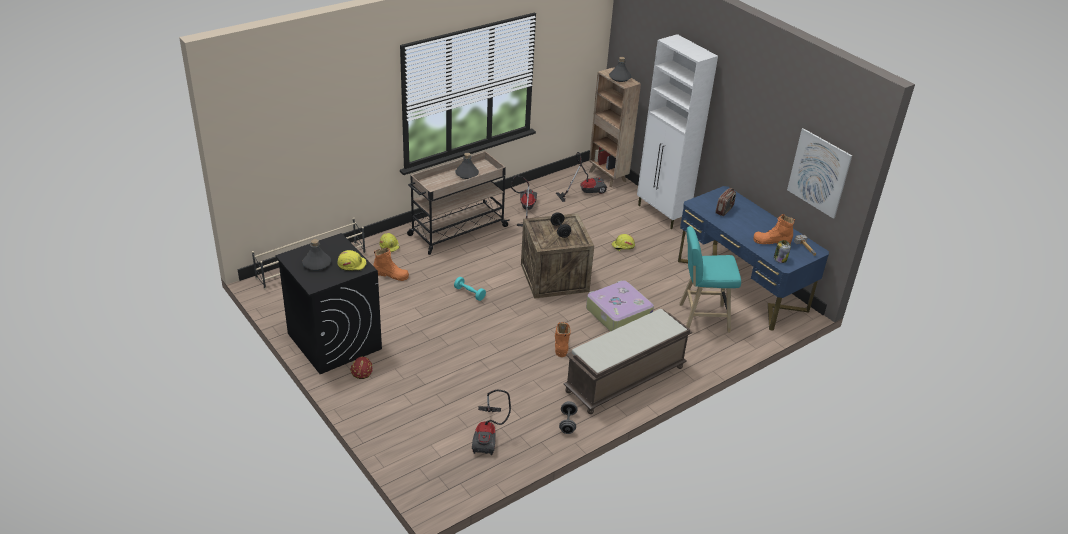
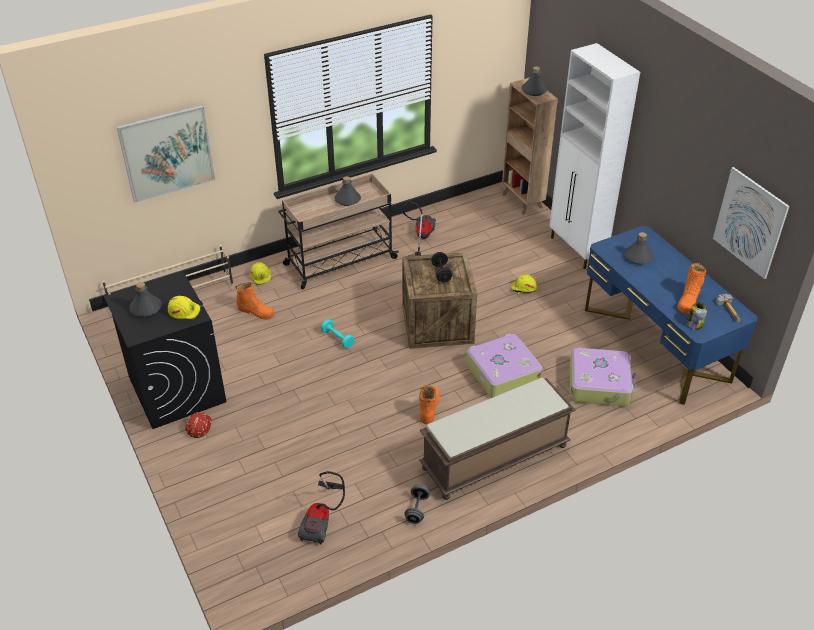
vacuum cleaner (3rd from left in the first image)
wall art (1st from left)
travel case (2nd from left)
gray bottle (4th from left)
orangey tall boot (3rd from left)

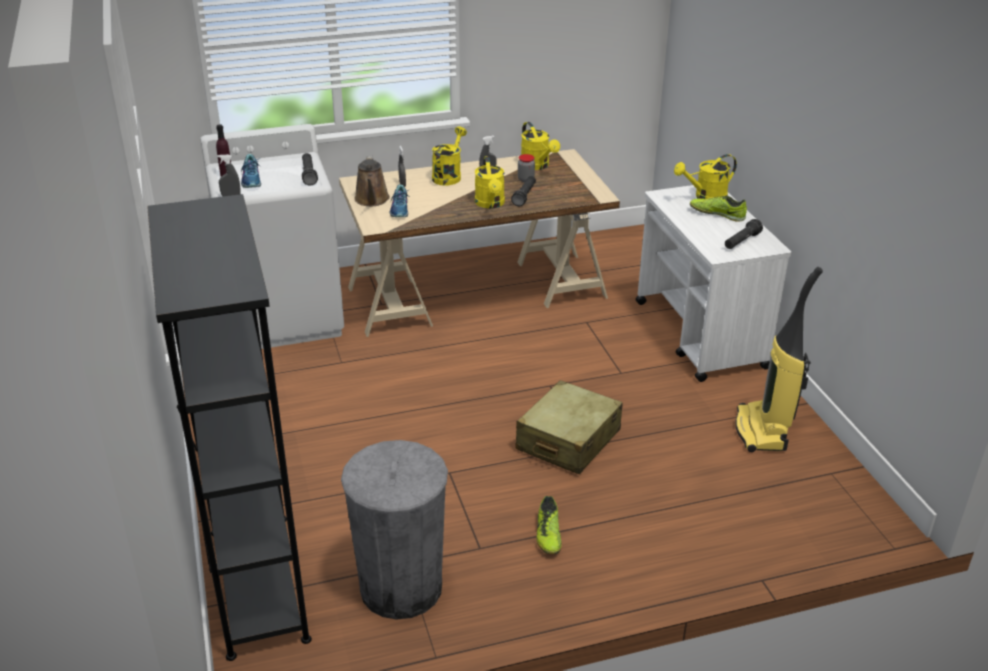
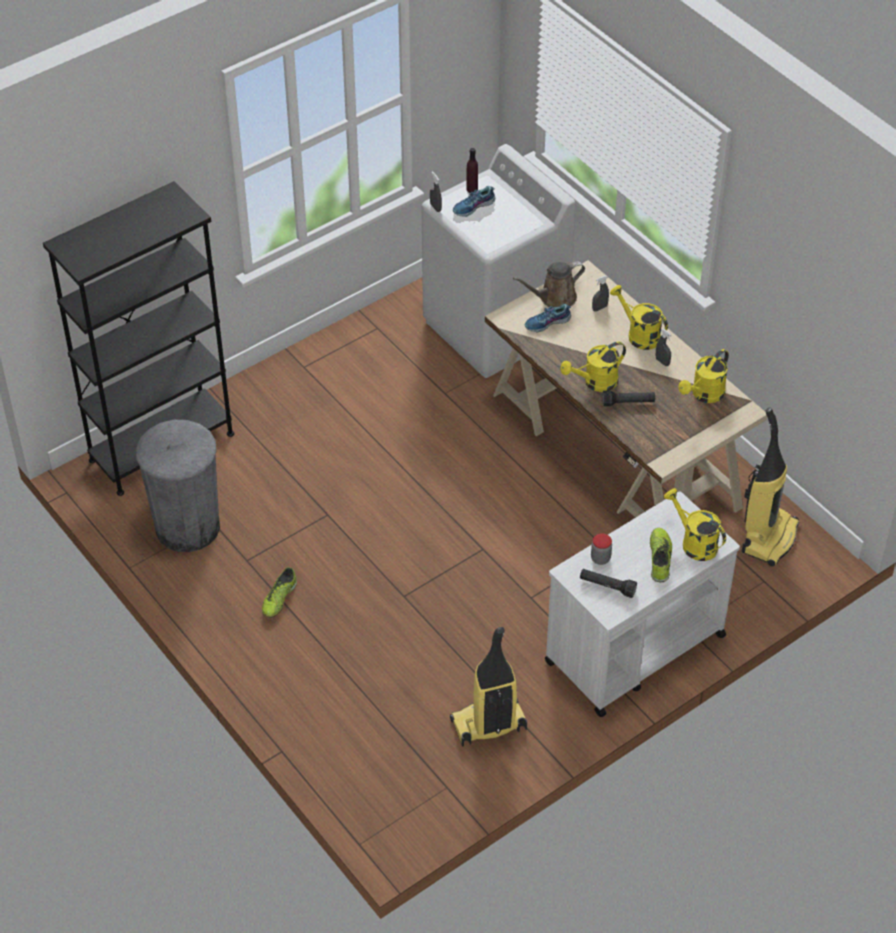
black-coloured hand torch (1st from left in the first image)
sand-coloured travel case
vacuum cleaner (2nd from left)
preserve jar
yellow sprinkling can (2nd from left)
low shoe (1st from left)

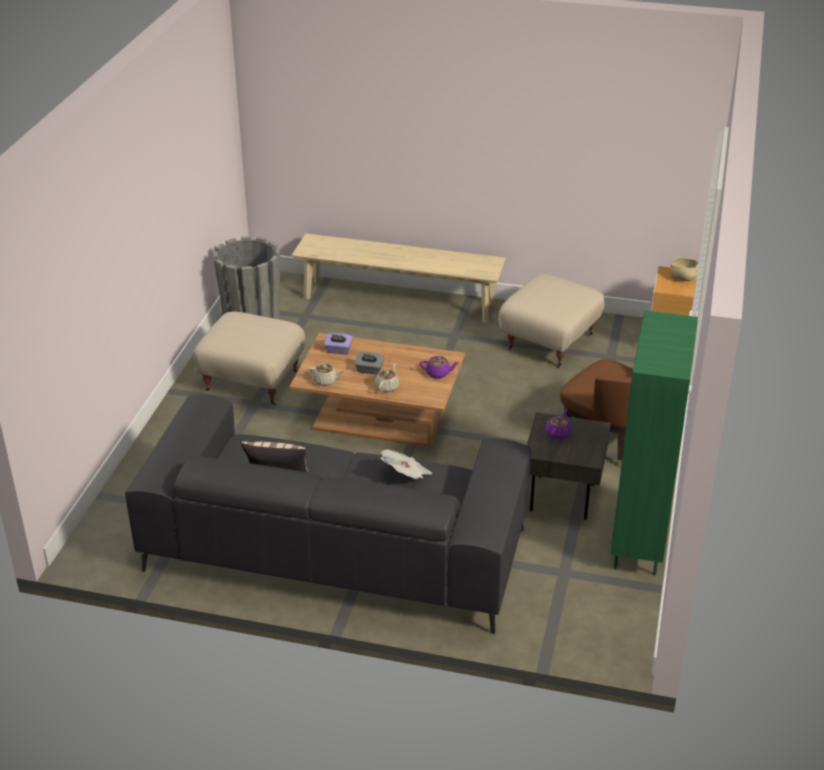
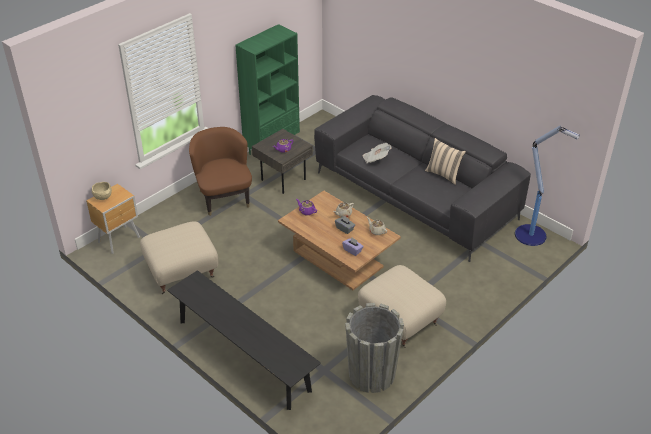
standing lamp
black-coloured bench

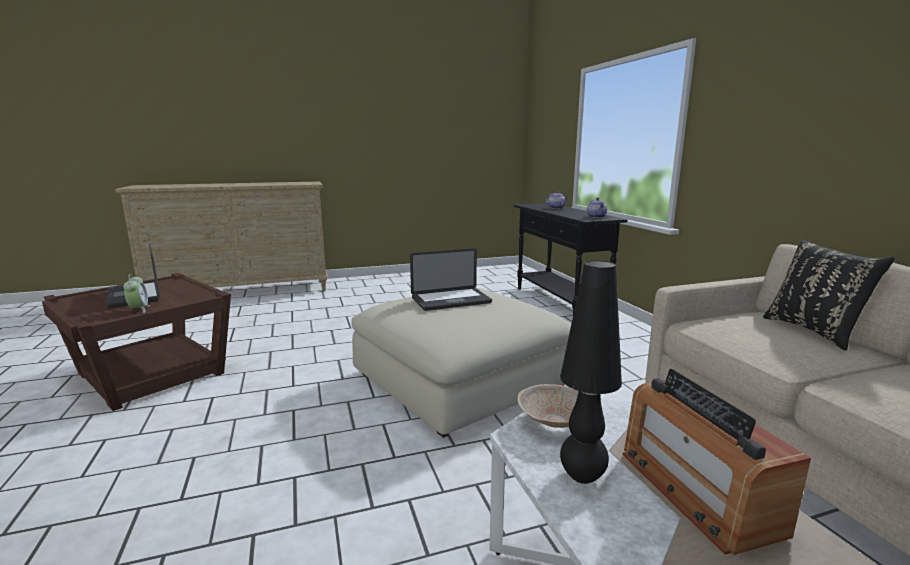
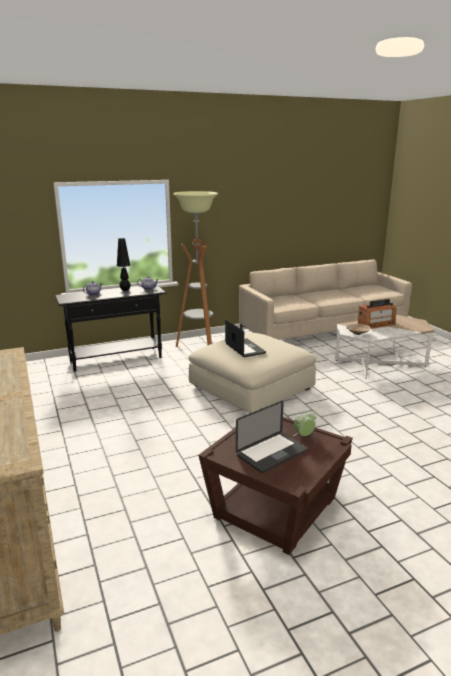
black-coloured throw pillow
standing lamp
black-coloured lamp for a table

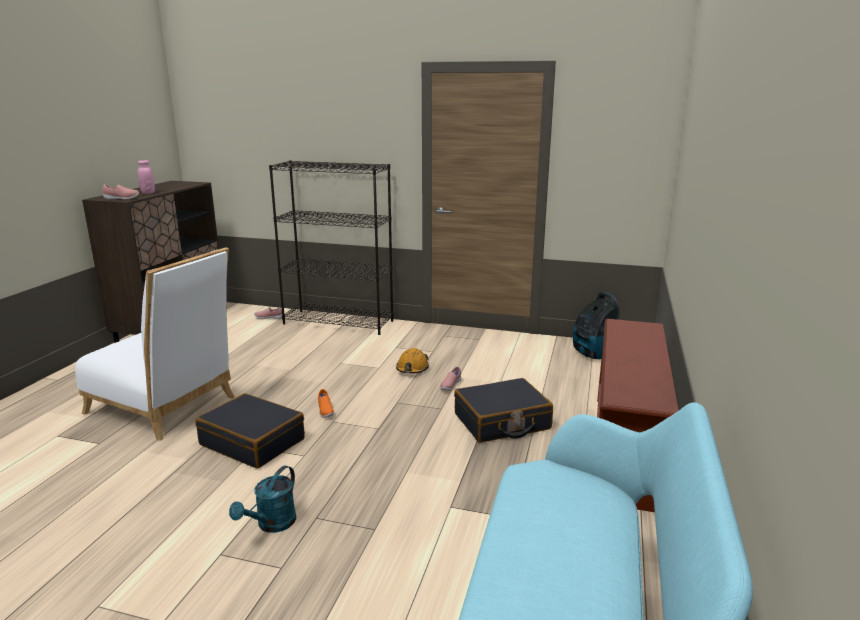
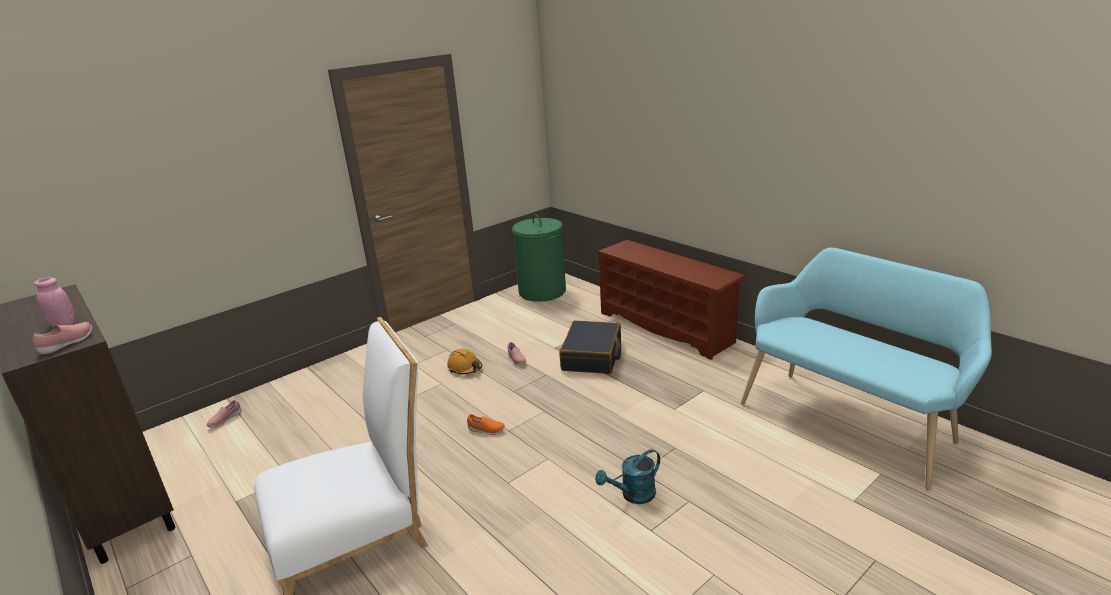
black-coloured travel case (1st from left in the first image)
black-coloured shelving unit
green-coloured hamper
turquoise-coloured sprinkling can

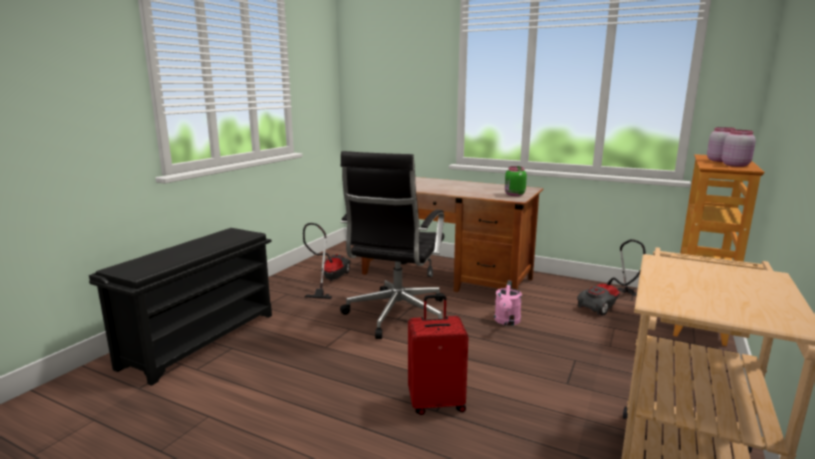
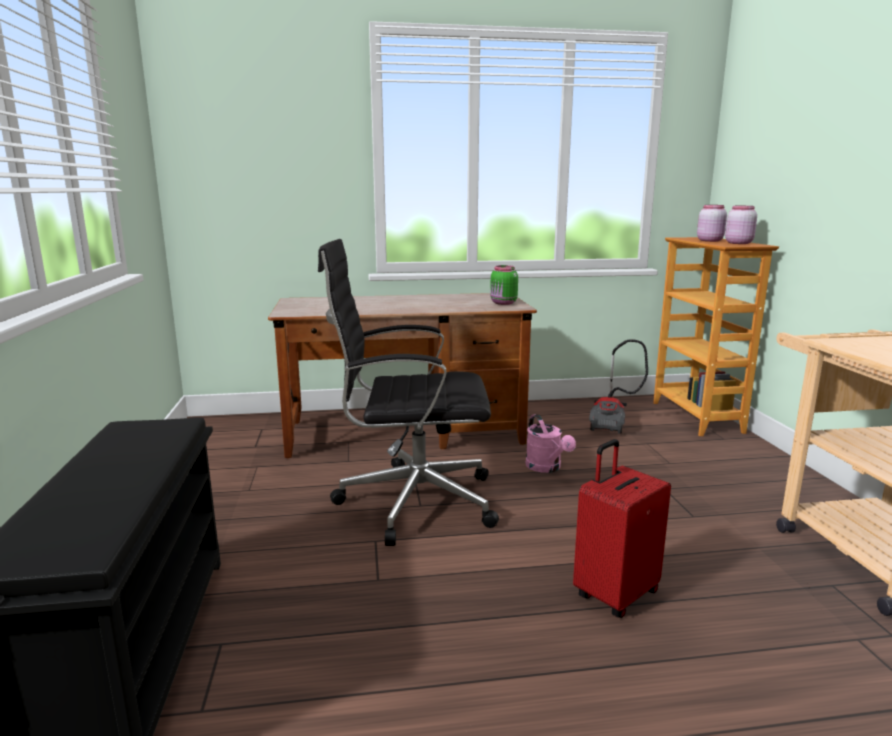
vacuum cleaner (1st from left in the first image)
black-coloured computer chair

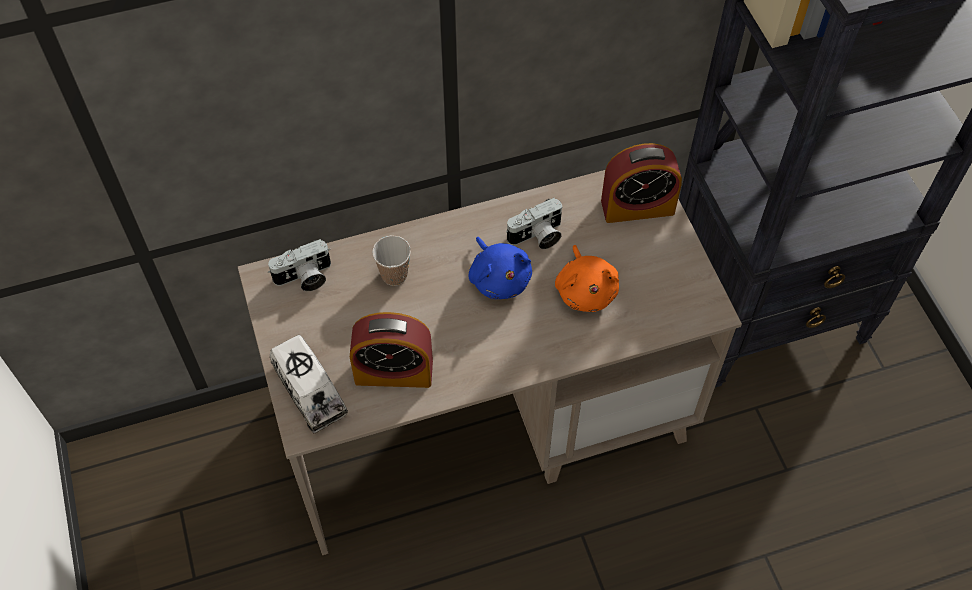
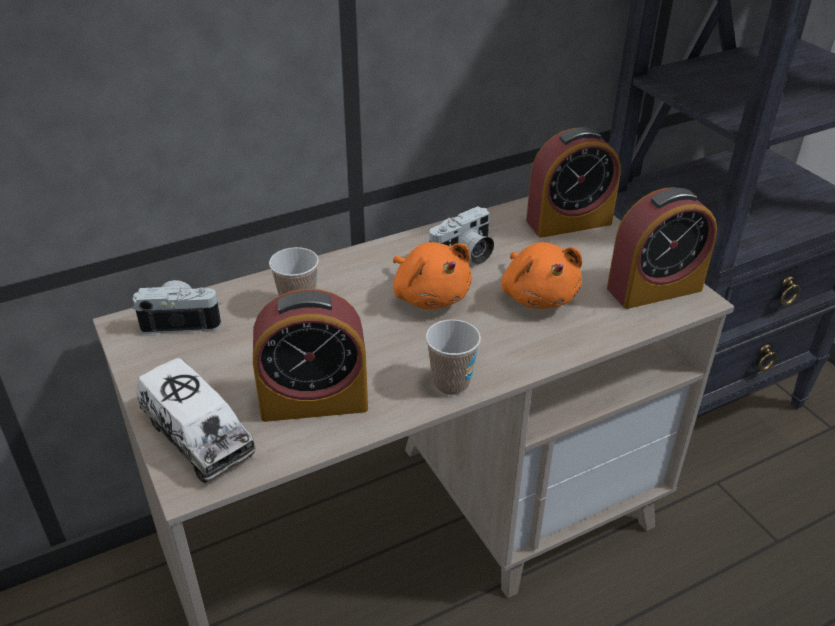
drinking cup (2nd from left)
bedside clock (3rd from left)
orangey soft toy (1st from left)
still camera (1st from left)

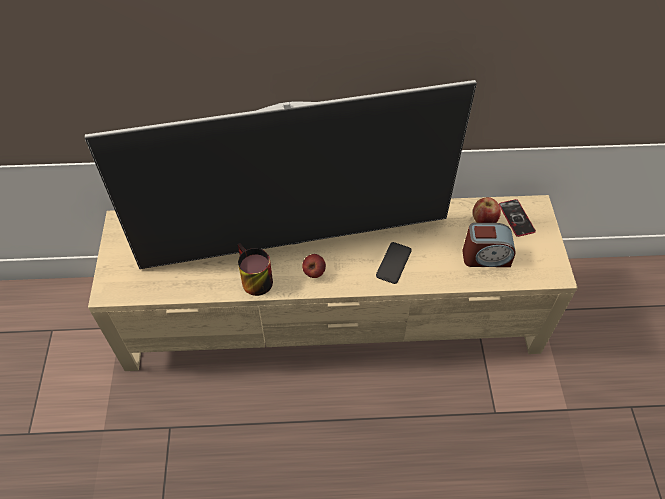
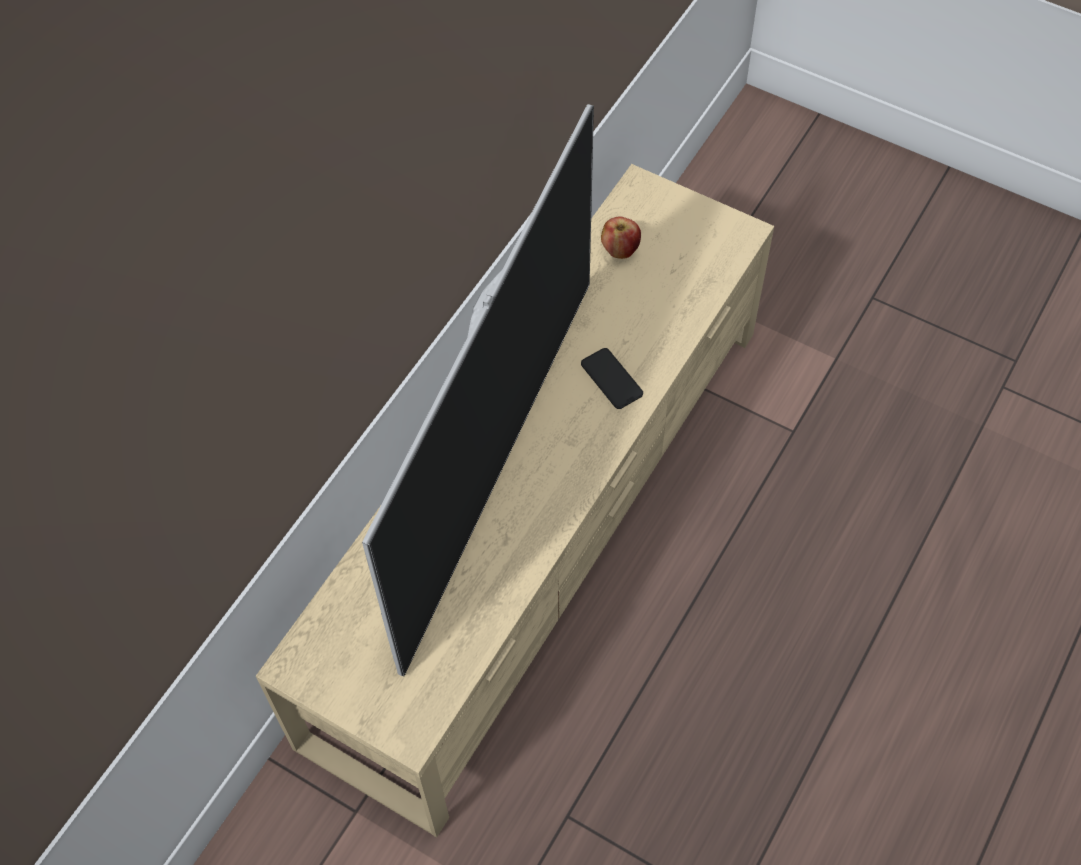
coffee mug
whole apple (1st from left in the first image)
bedside clock
phone (2nd from left in the first image)

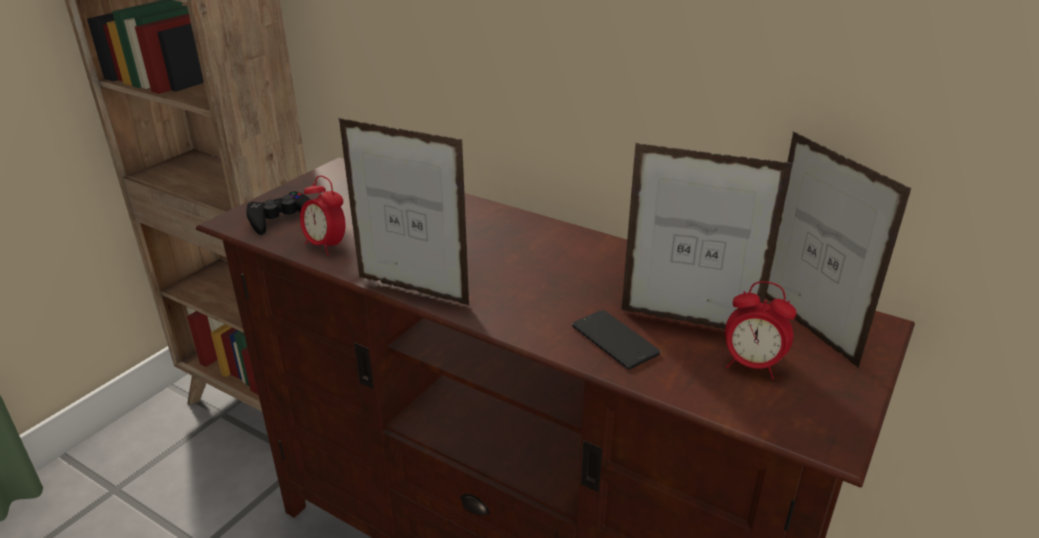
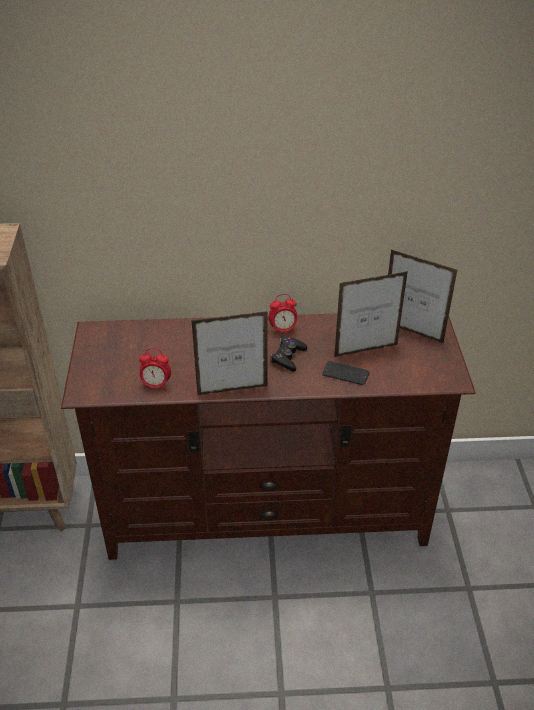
black-coloured joypad
bedside clock (2nd from left)

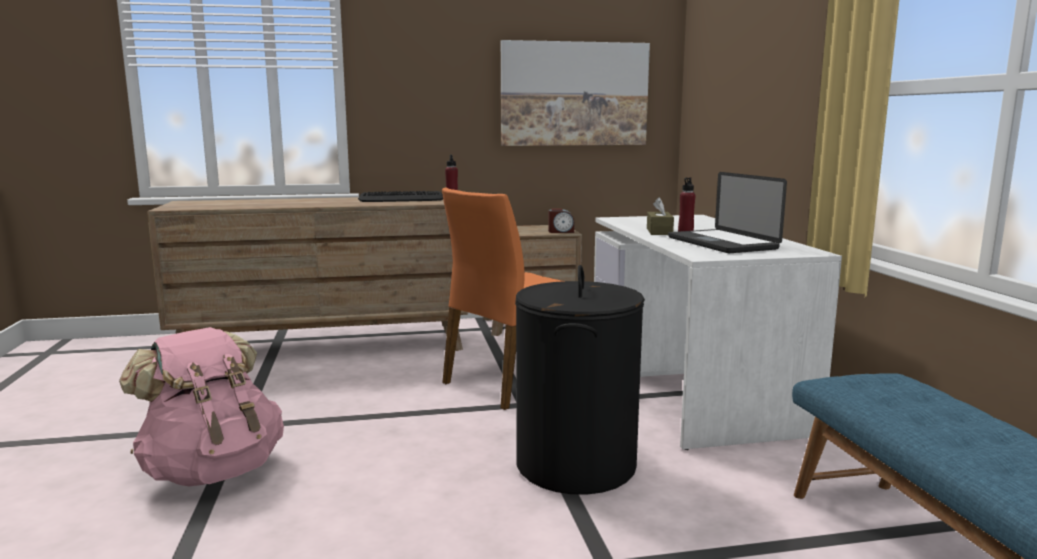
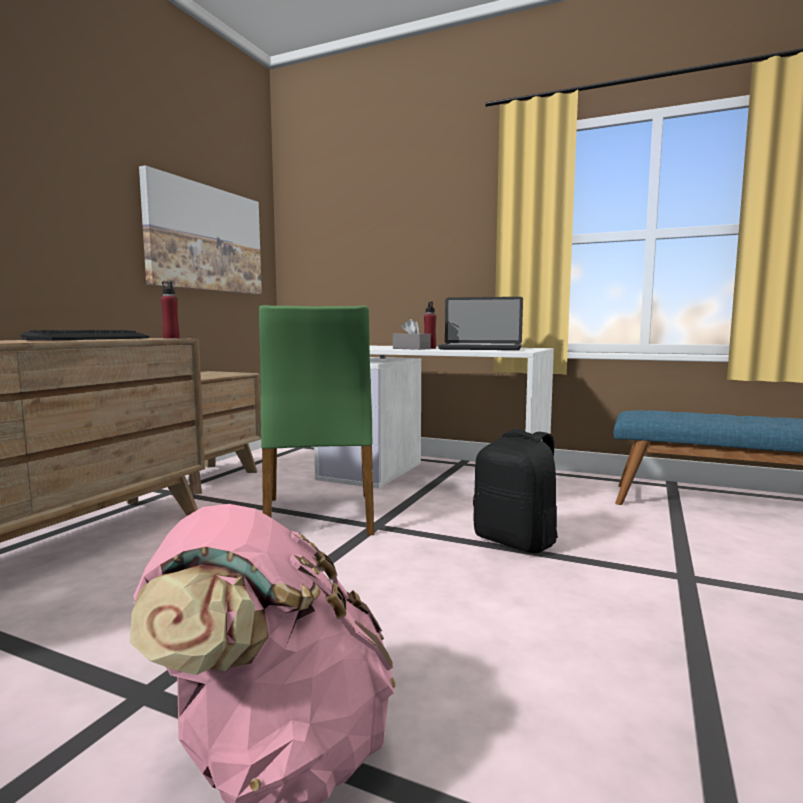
bedside clock
black-coloured rucksack
green-coloured chair
gray tissue box

